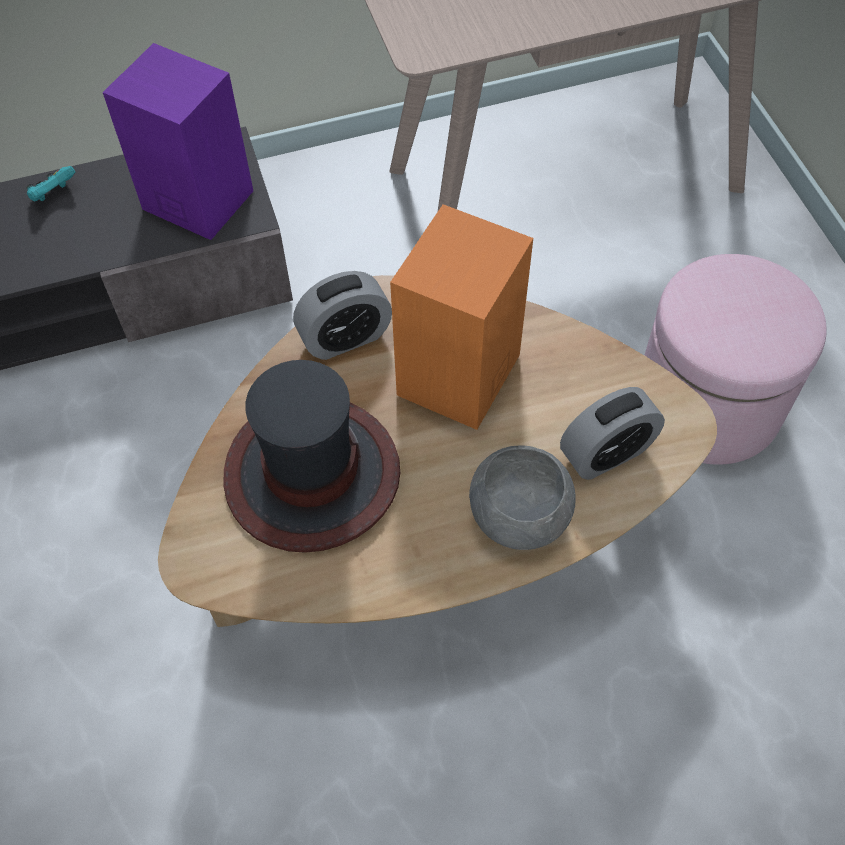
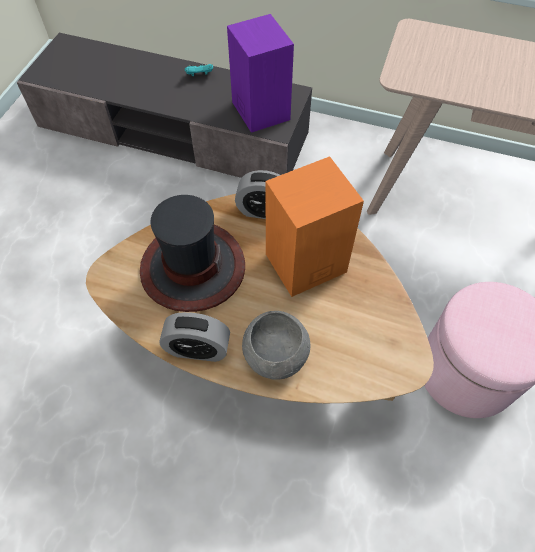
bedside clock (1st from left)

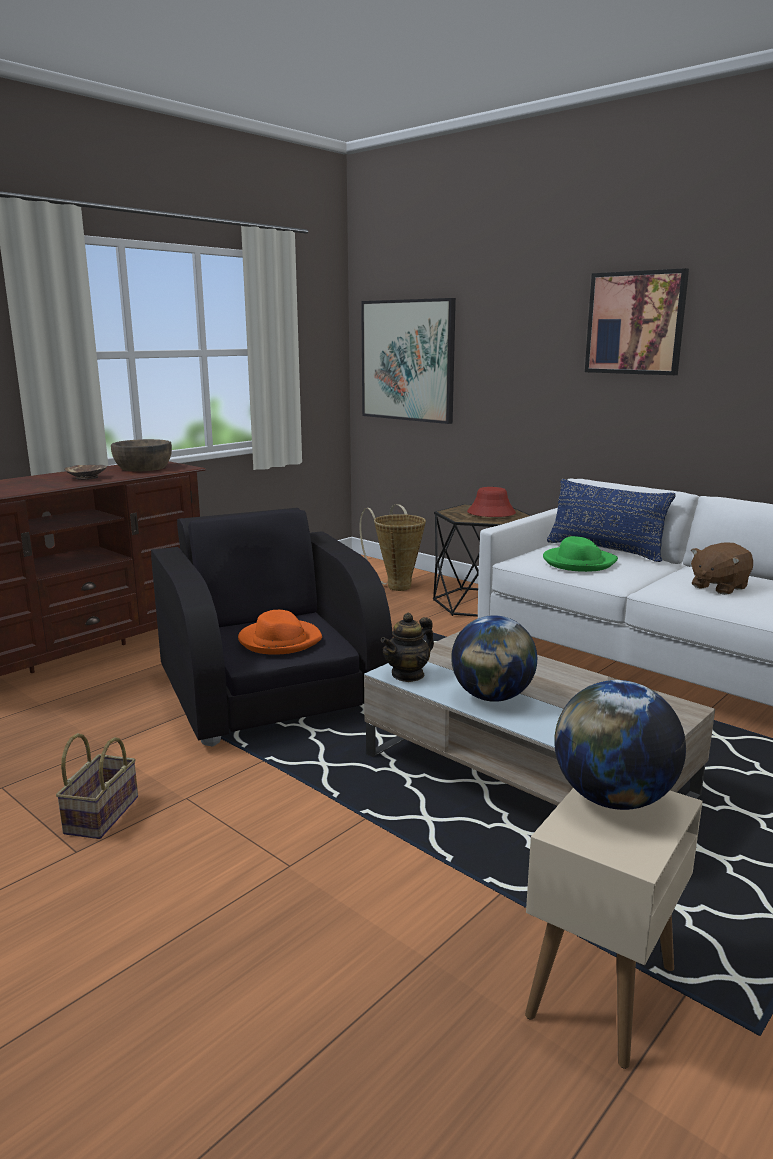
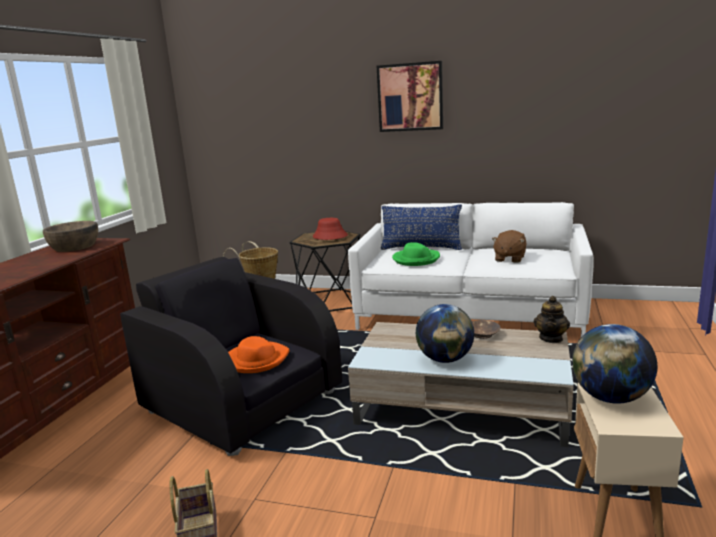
wall art (1st from left in the first image)
brown-coloured serving bowl (2nd from left)
pot for tea

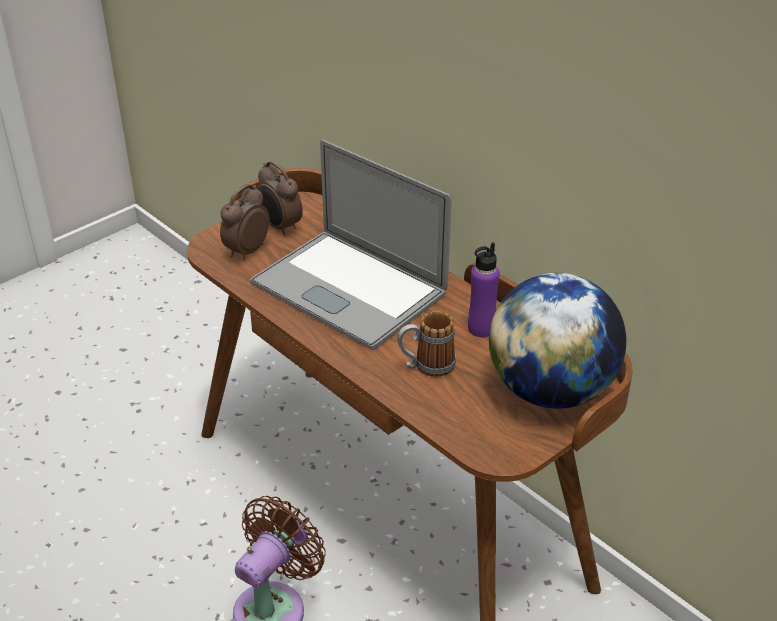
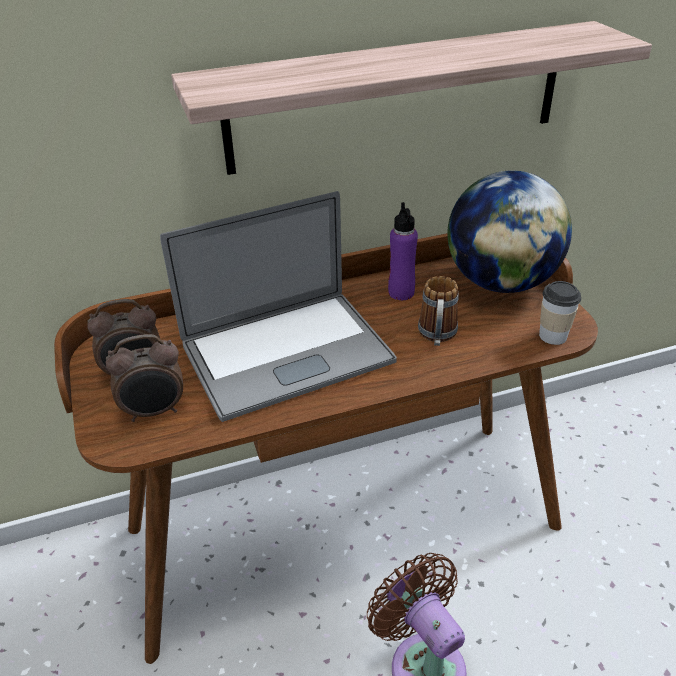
bracket shelf
drinking cup
bedside clock (2nd from left)

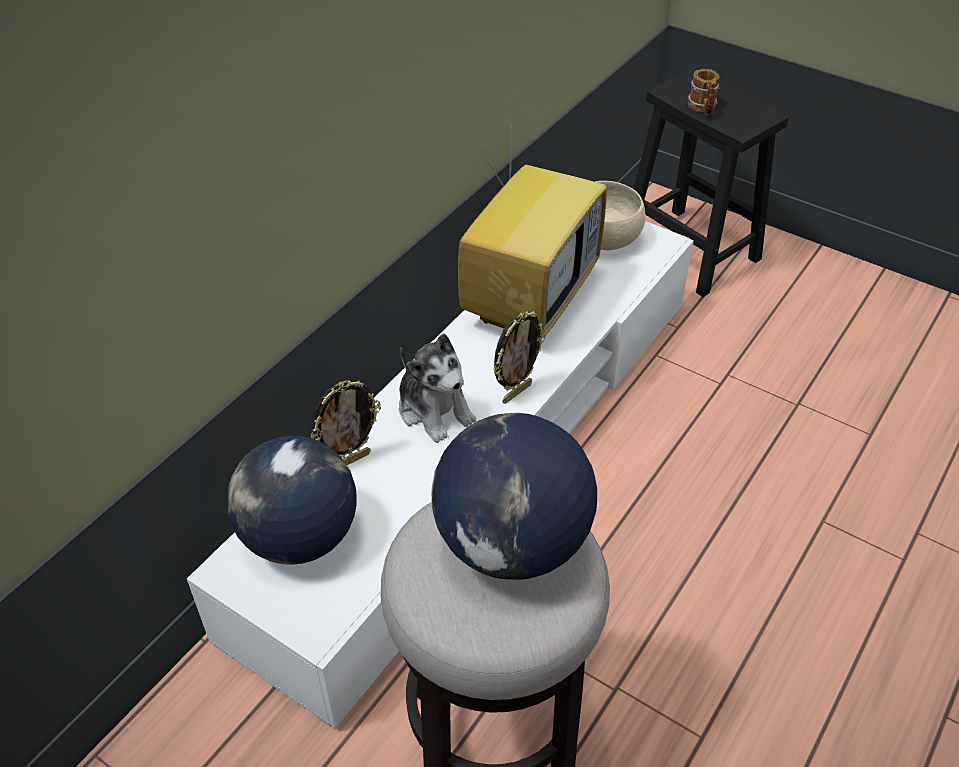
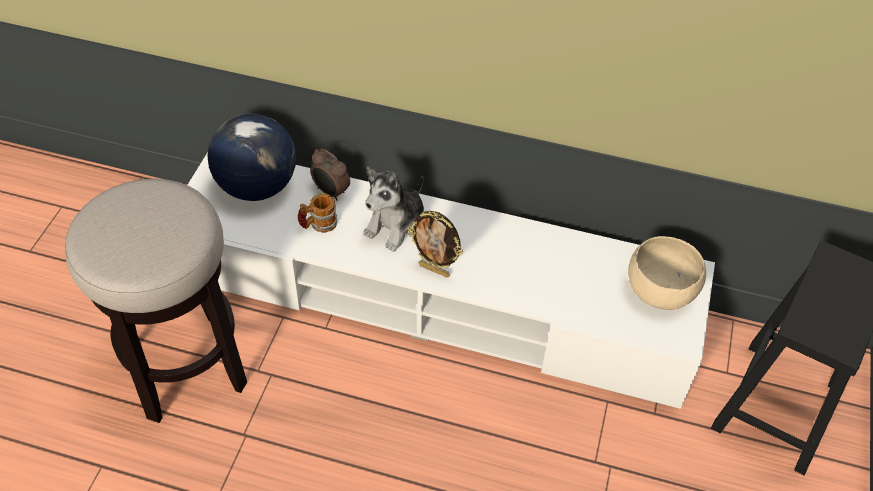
globe (2nd from left in the first image)
TV
coffee mug
bedside clock

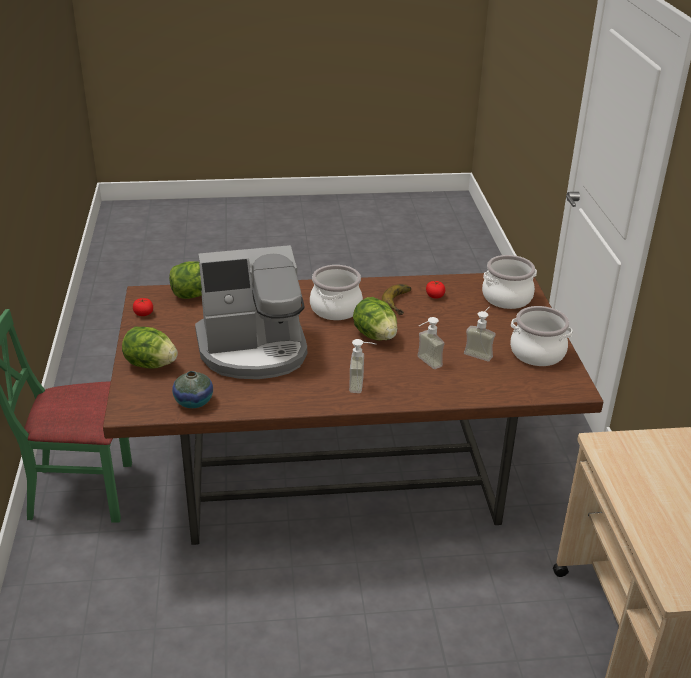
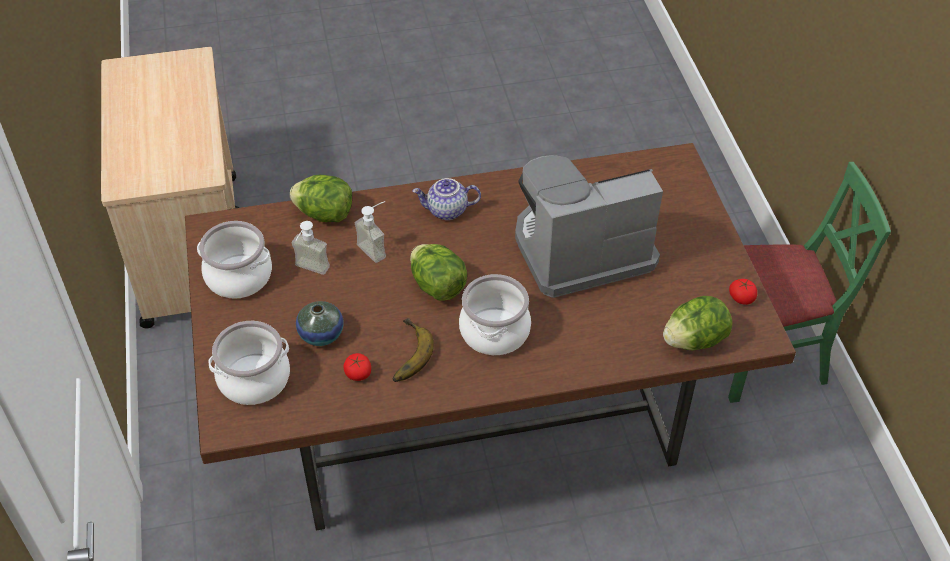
lettuce (1st from left)
vase
pot for tea

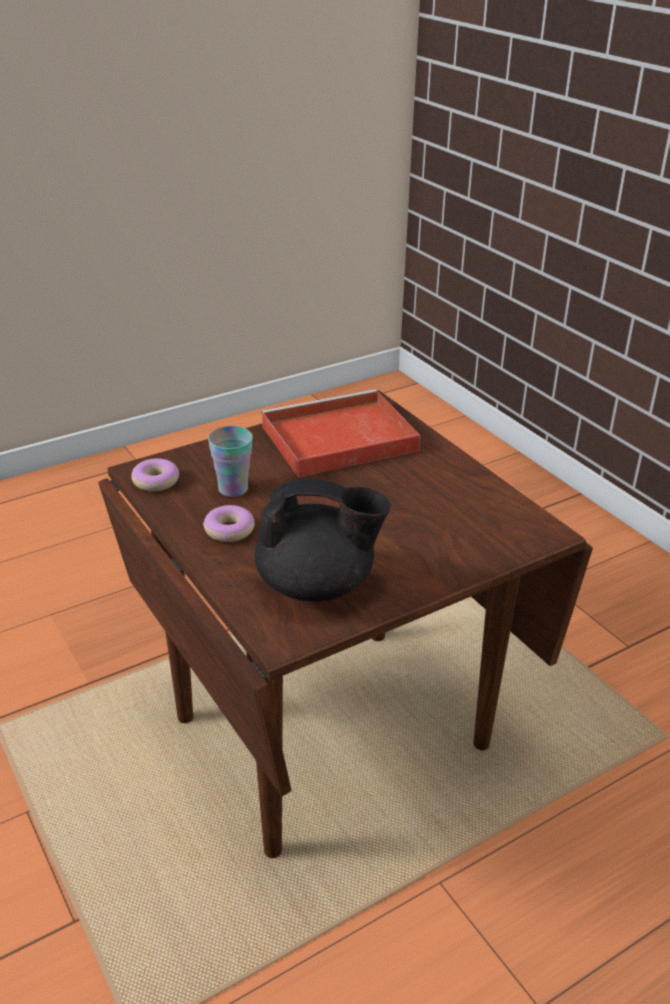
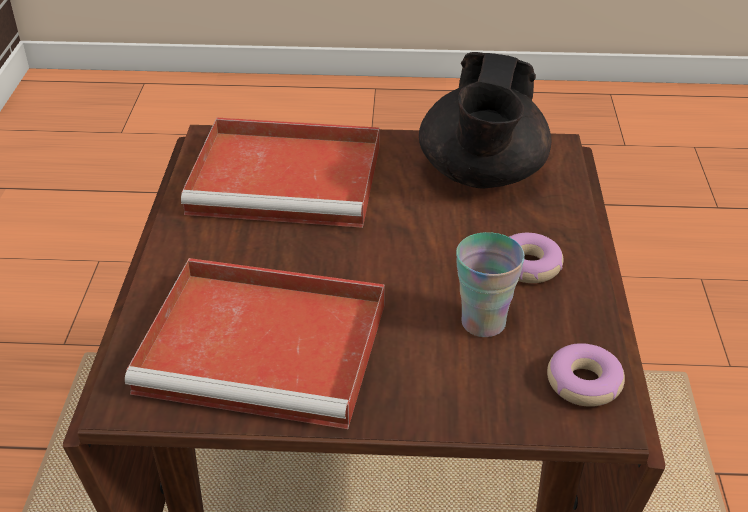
reddish carrying tray (2nd from left)
black-coloured pot for tea

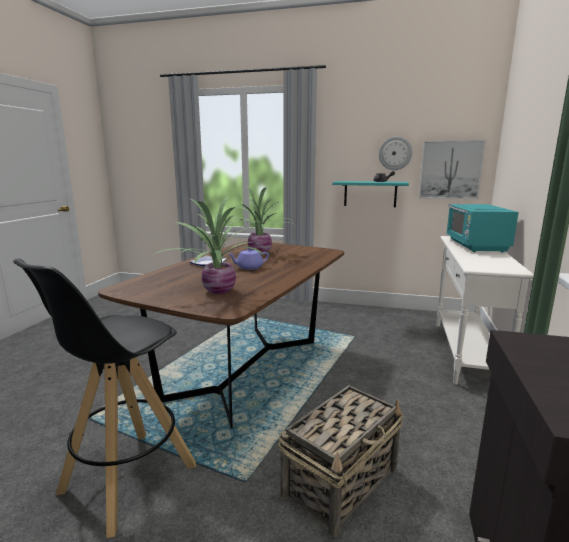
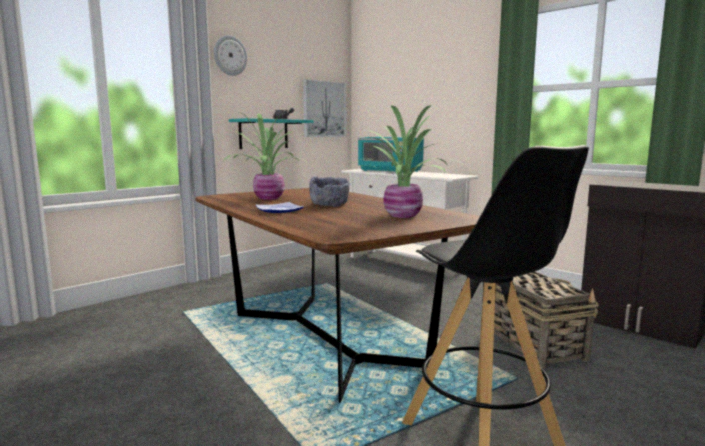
wall clock
gray serving bowl

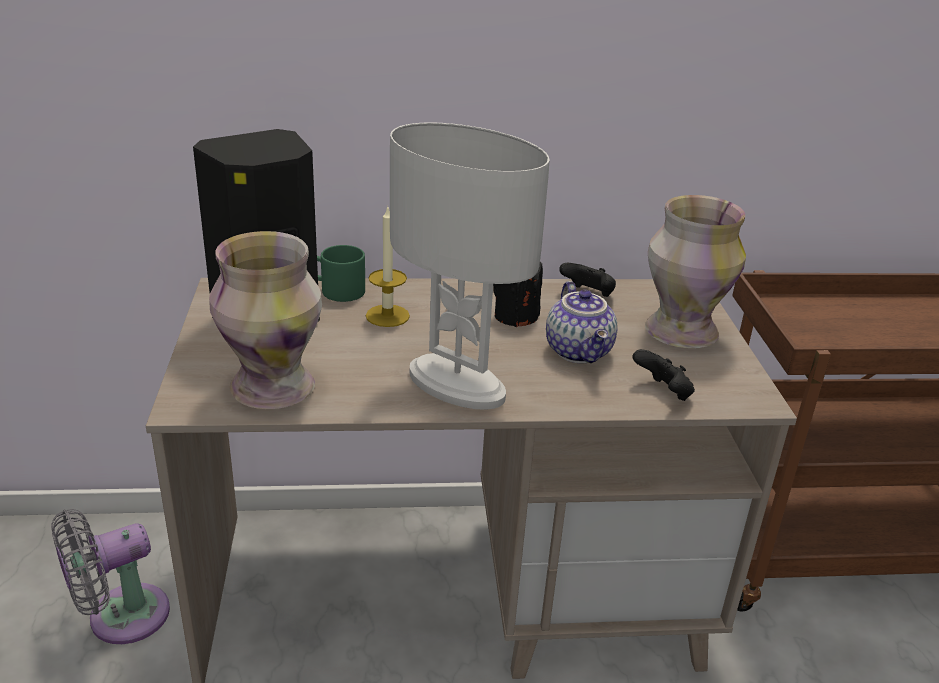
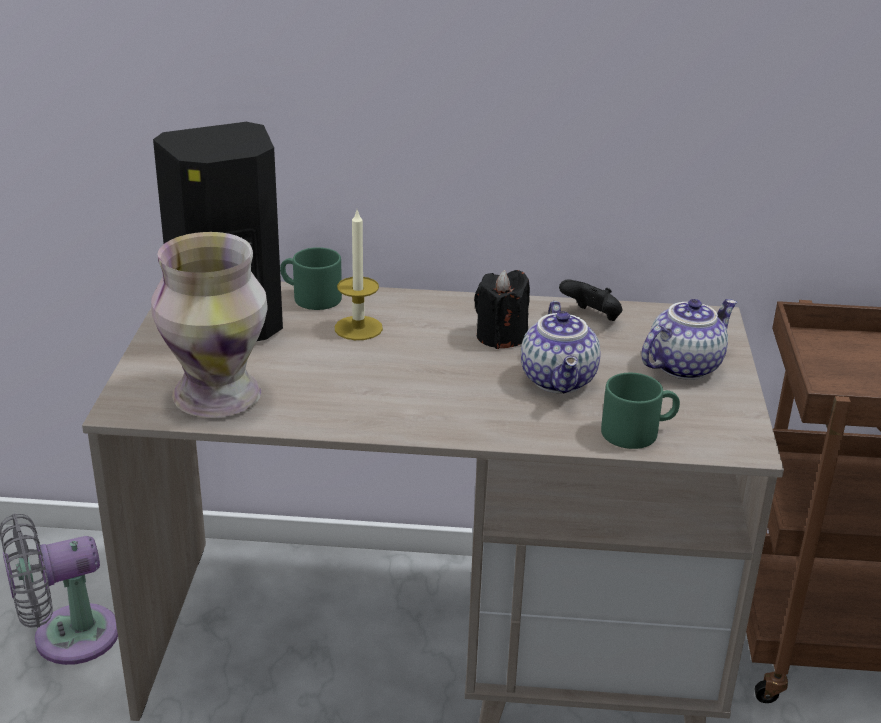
white lamp for a table
green-coloured coffee mug (2nd from left)
pot for tea (2nd from left)

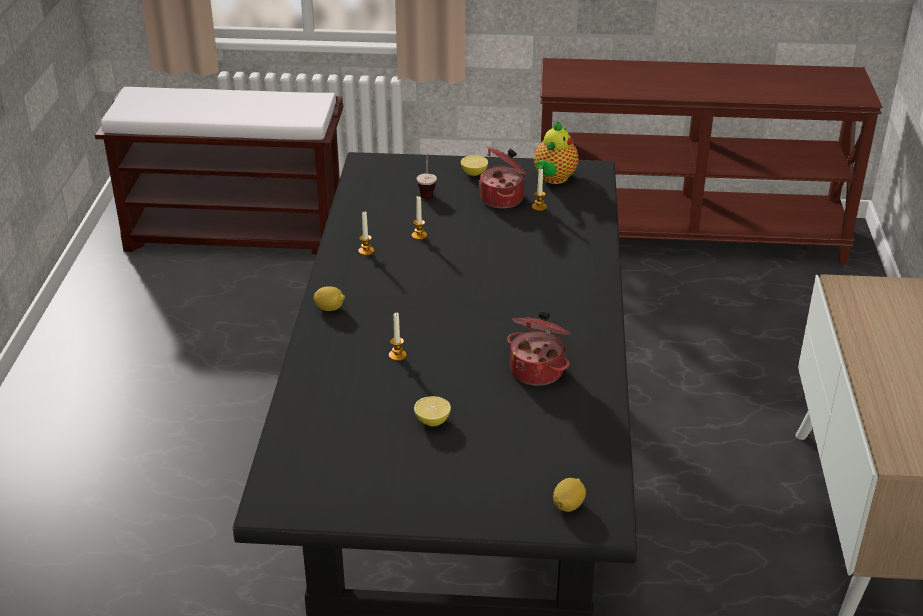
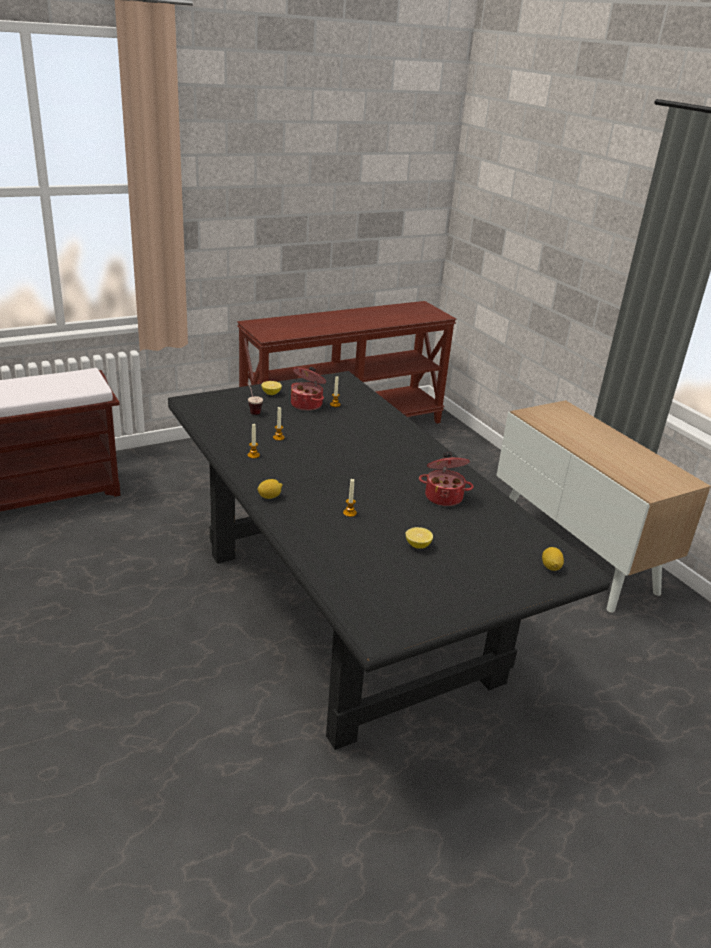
pot for tea

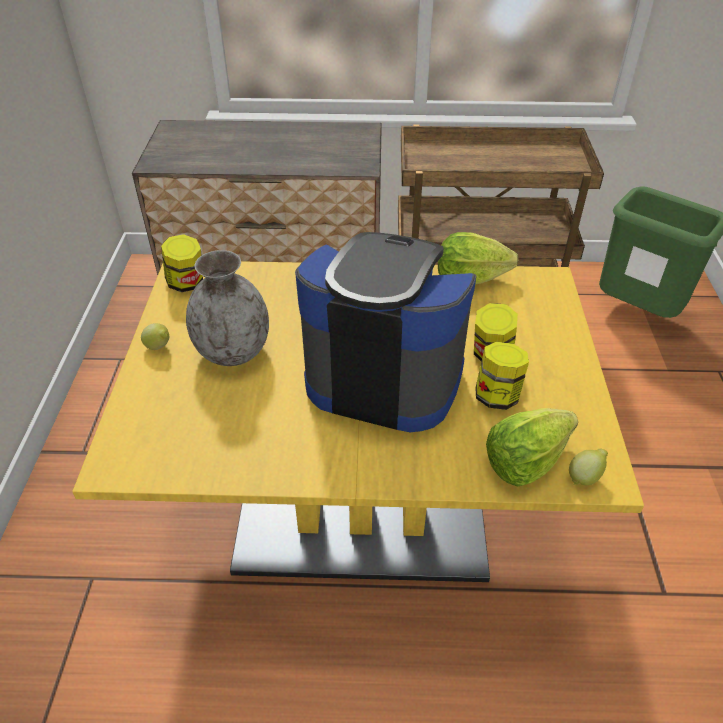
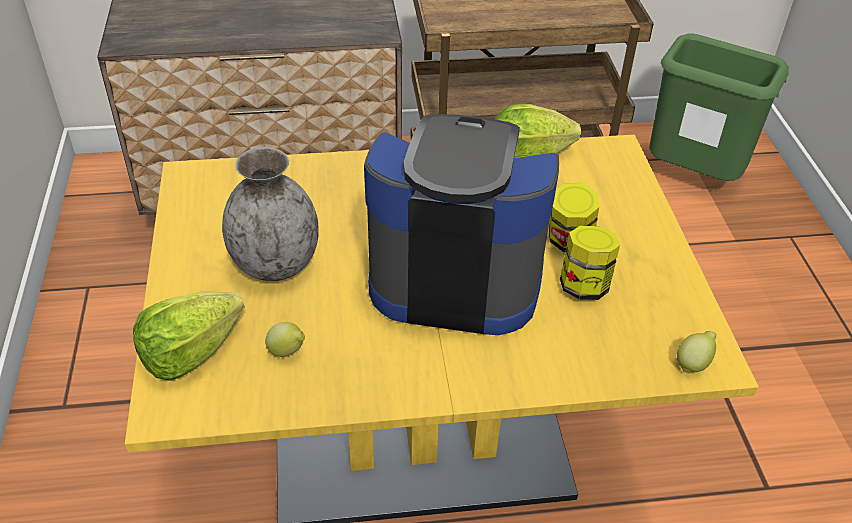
preserve jar (1st from left in the first image)
lemon (1st from left)
lettuce (1st from left)

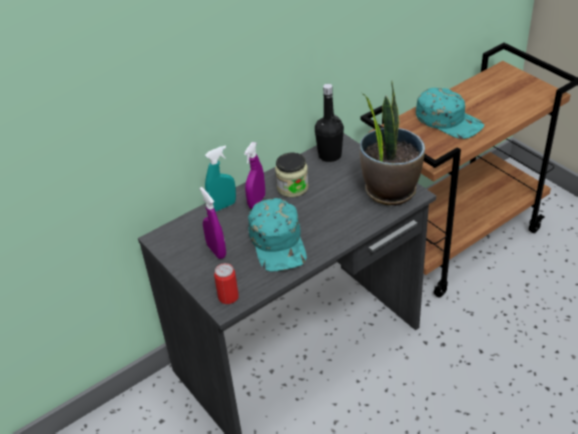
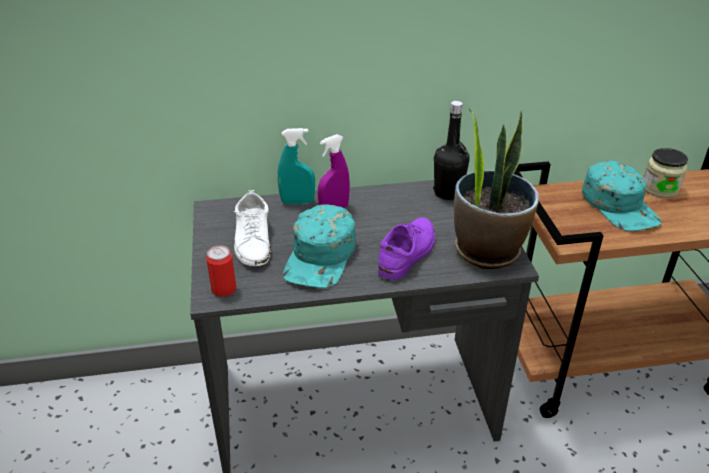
purple-coloured low shoe
preserve jar
white low shoe

